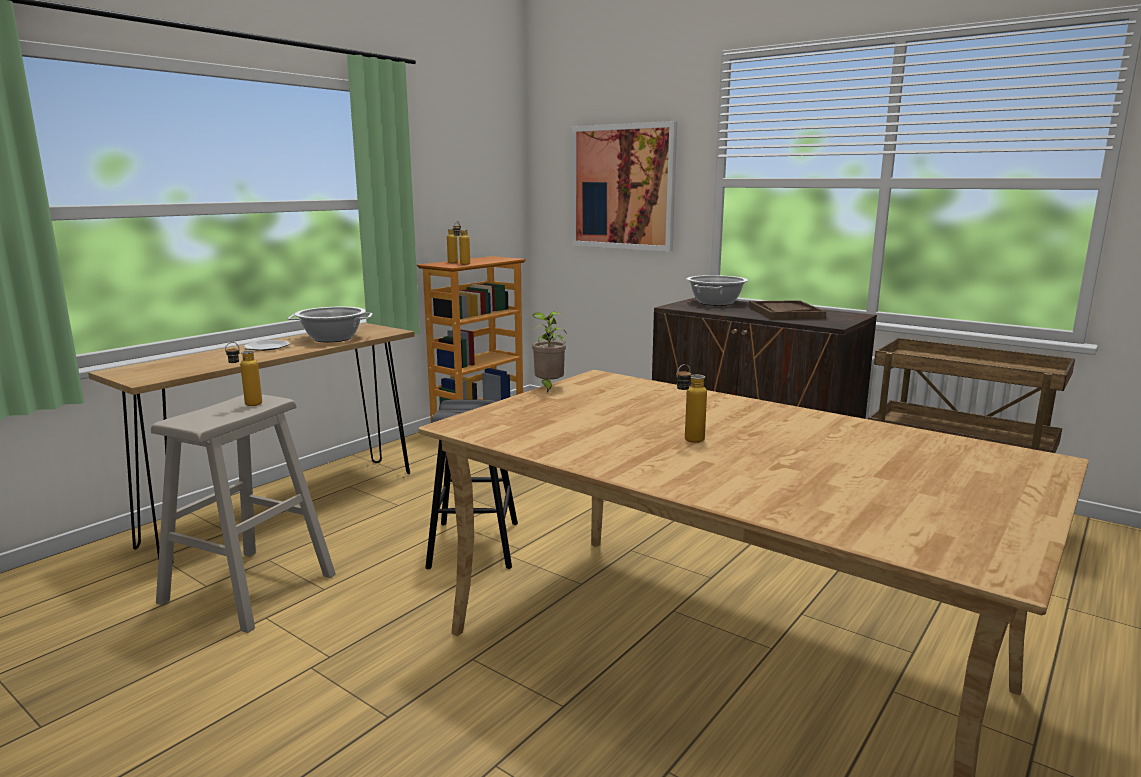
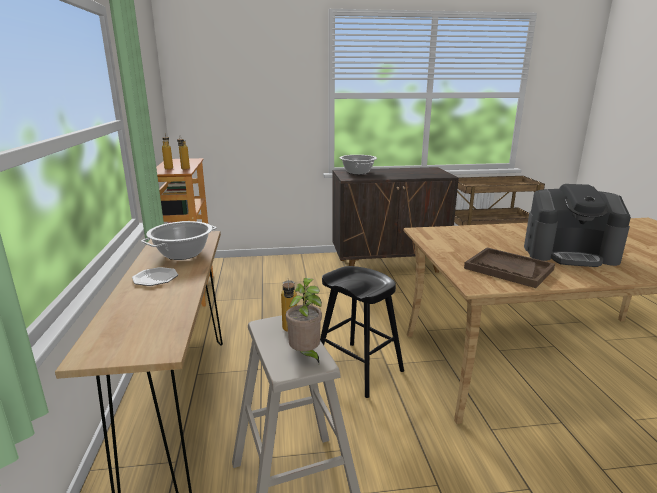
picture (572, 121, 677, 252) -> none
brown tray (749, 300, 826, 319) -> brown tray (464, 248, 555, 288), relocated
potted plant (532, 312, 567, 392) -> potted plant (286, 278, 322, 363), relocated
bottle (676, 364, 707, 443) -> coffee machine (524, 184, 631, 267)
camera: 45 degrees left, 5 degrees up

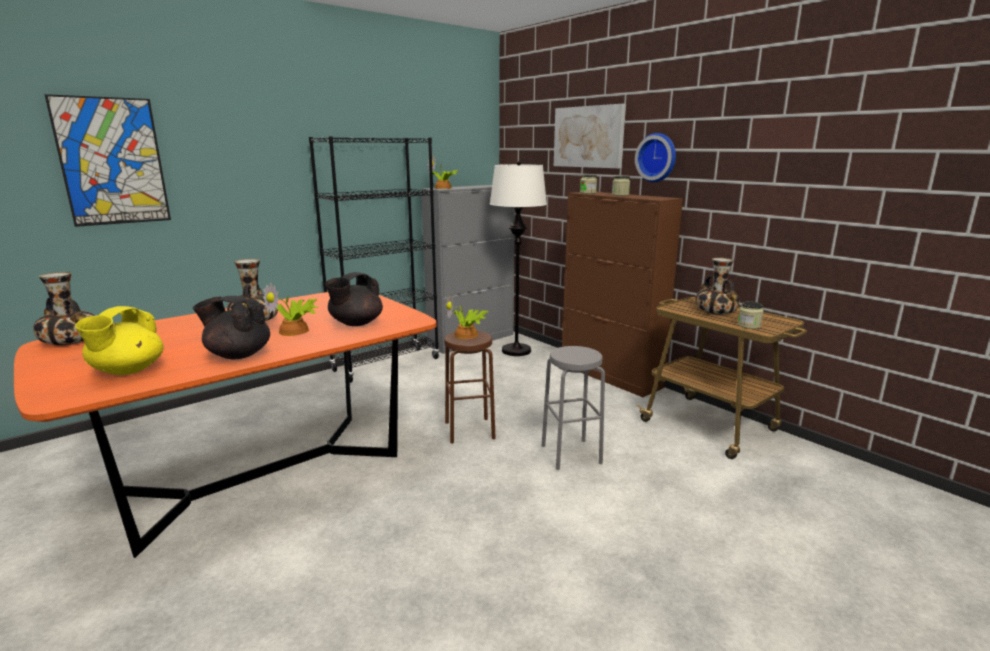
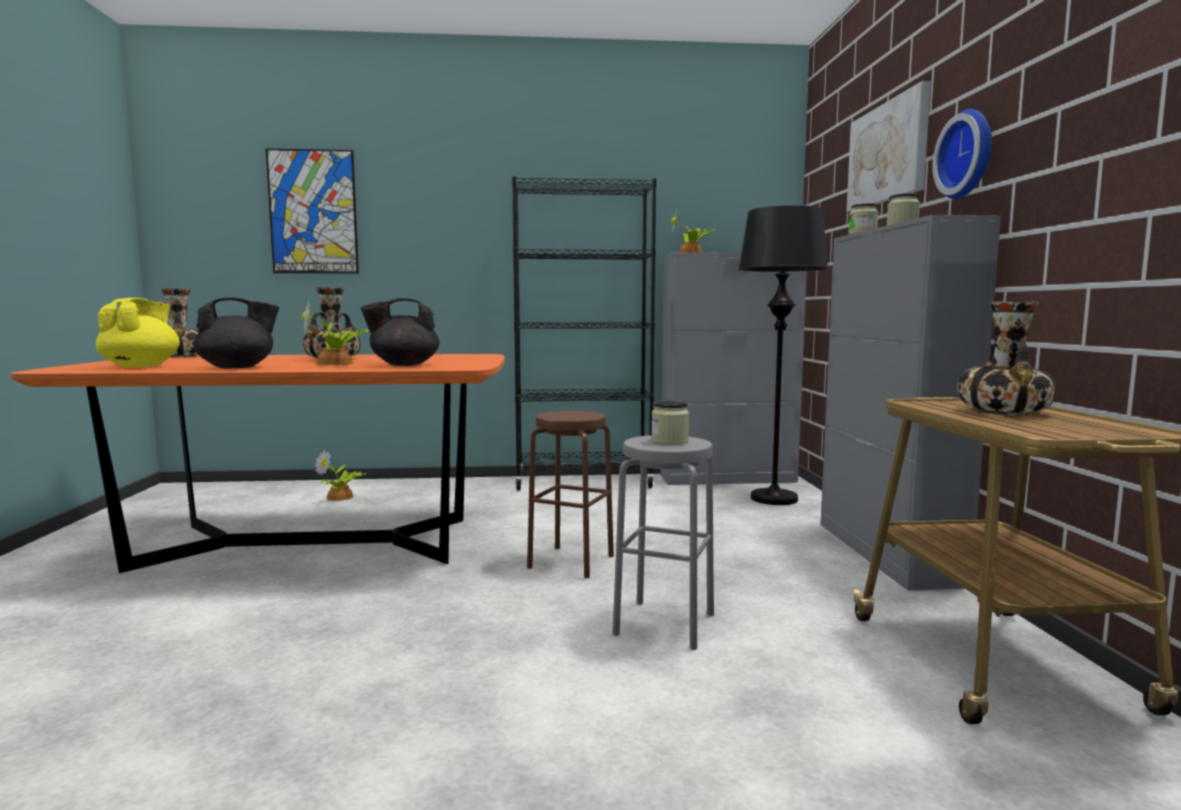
white floor lamp (490, 161, 547, 356) -> black floor lamp (739, 205, 828, 505)
brown cabinet (562, 192, 683, 397) -> grey cabinet (821, 215, 1001, 591)
potted plant (446, 295, 488, 339) -> potted plant (315, 450, 367, 501), relocated
black teapot (193, 296, 270, 359) -> black teapot (194, 297, 279, 368), 105 degrees clockwise
jar (738, 301, 764, 329) -> jar (651, 400, 689, 445), relocated
yellow teapot (75, 306, 164, 375) -> yellow teapot (96, 298, 180, 368), 135 degrees clockwise
camera: 35 degrees right, 10 degrees down

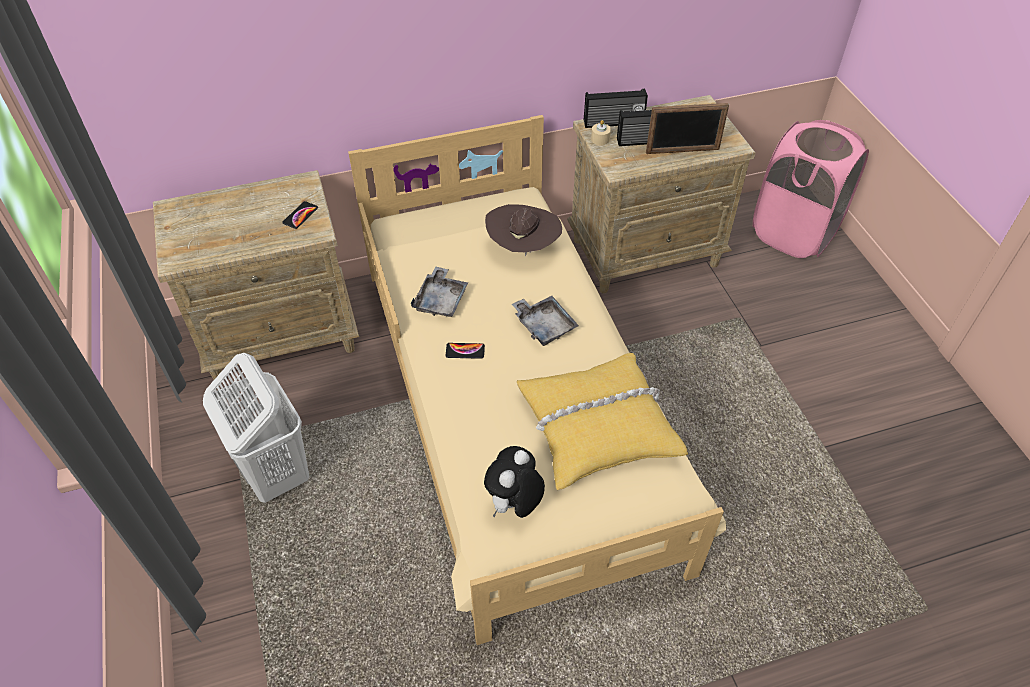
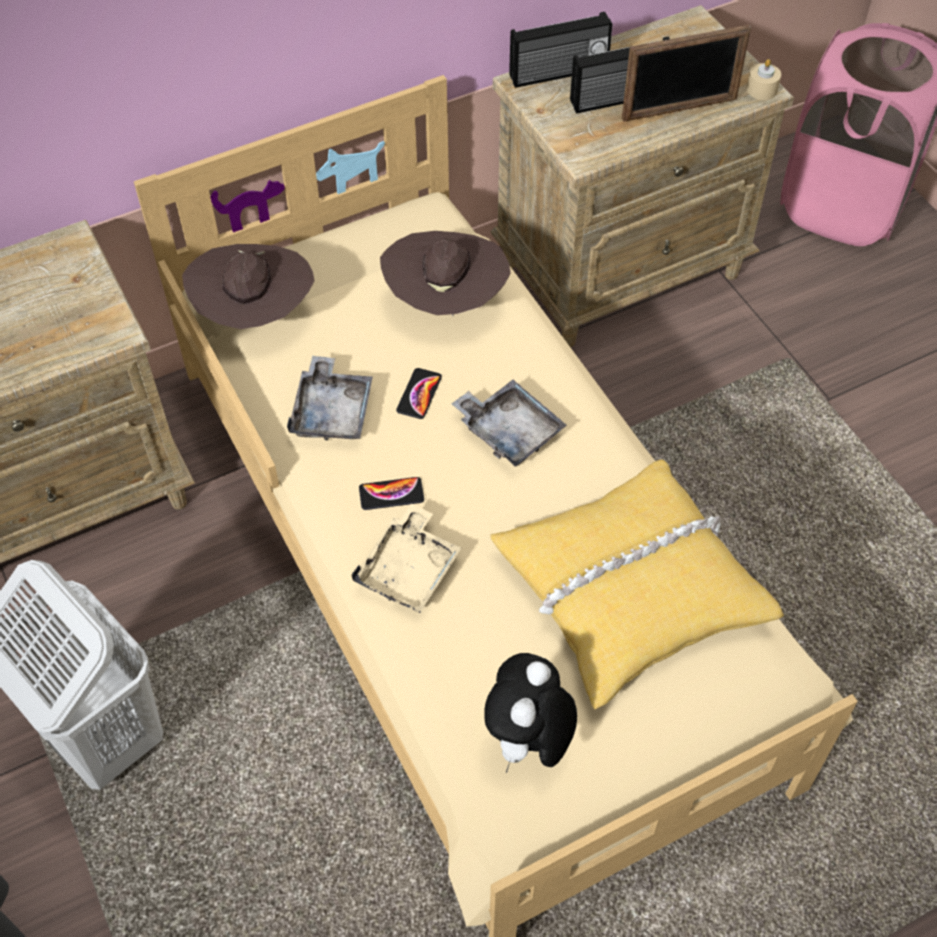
beige candle (591, 120, 611, 145) -> beige candle (747, 59, 781, 100), relocated
phone (282, 201, 318, 229) -> phone (396, 368, 442, 419), relocated
none -> brown hat (182, 244, 315, 329)
none -> beige tray (351, 503, 461, 613)
camera: 10 degrees left, 5 degrees up

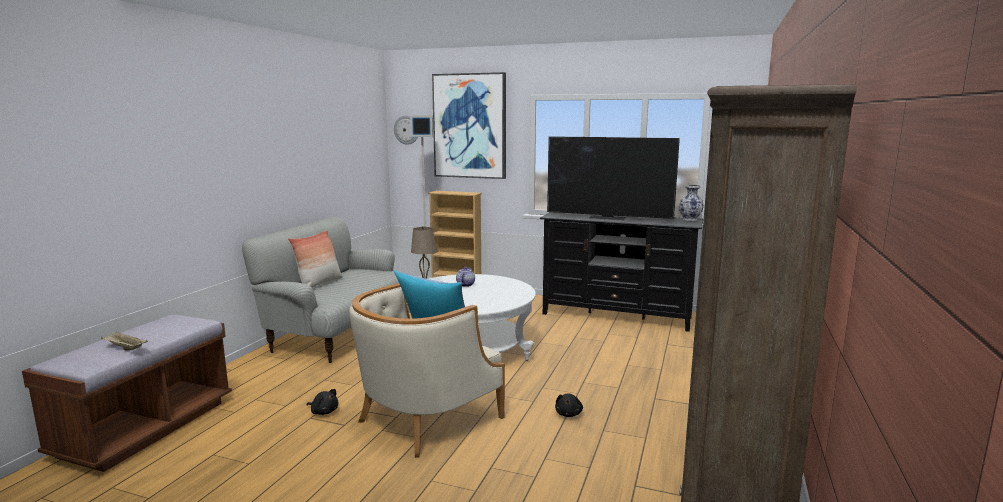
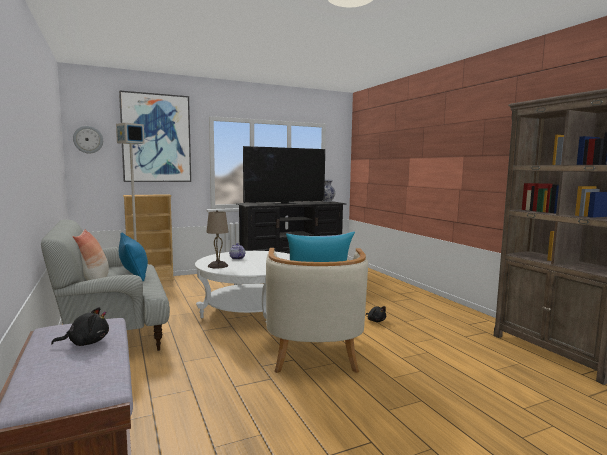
beige tray (101, 332, 148, 351) -> none
black plush toy (307, 389, 338, 415) -> black plush toy (51, 307, 109, 346), relocated
none -> blue pillow (119, 232, 148, 281)
camera: 45 degrees left, 5 degrees down

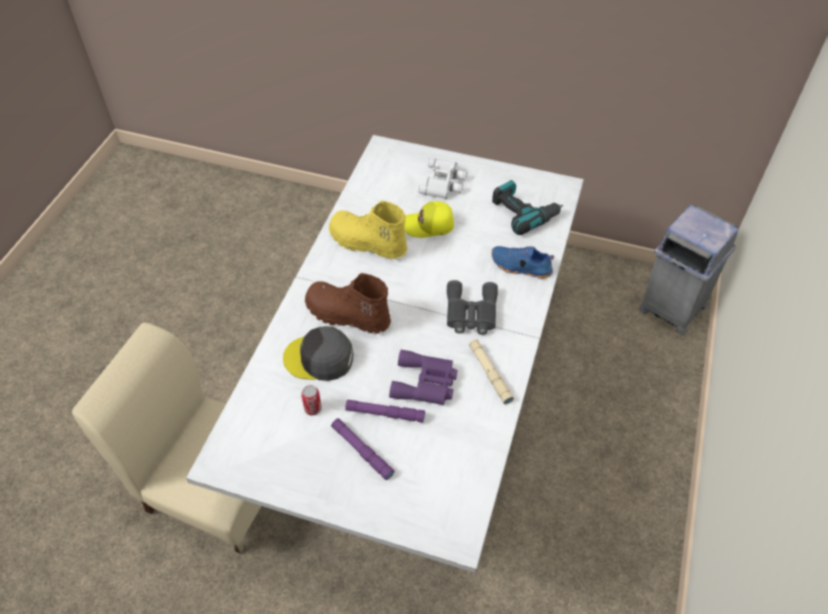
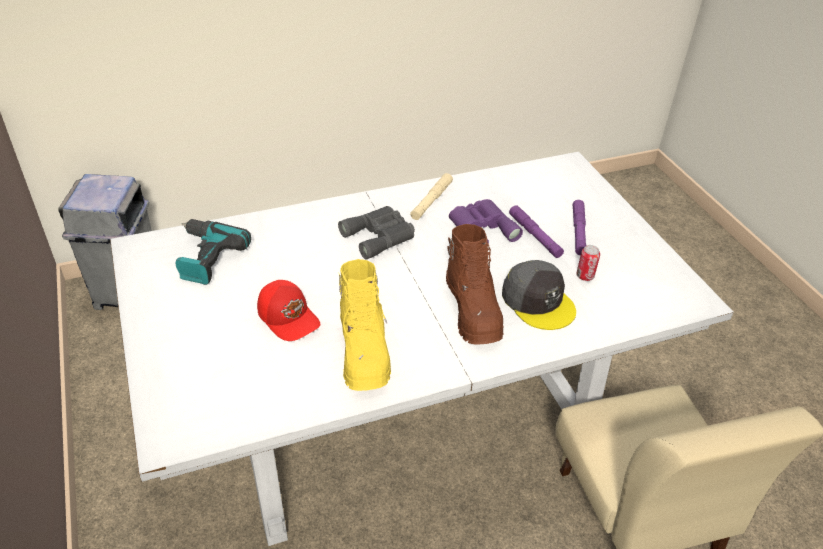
white binoculars (419, 159, 467, 199) -> none
yellow cap (404, 201, 454, 238) -> red cap (257, 280, 321, 341)
blue shoe (492, 246, 554, 279) -> none
camera: 130 degrees left, 10 degrees down

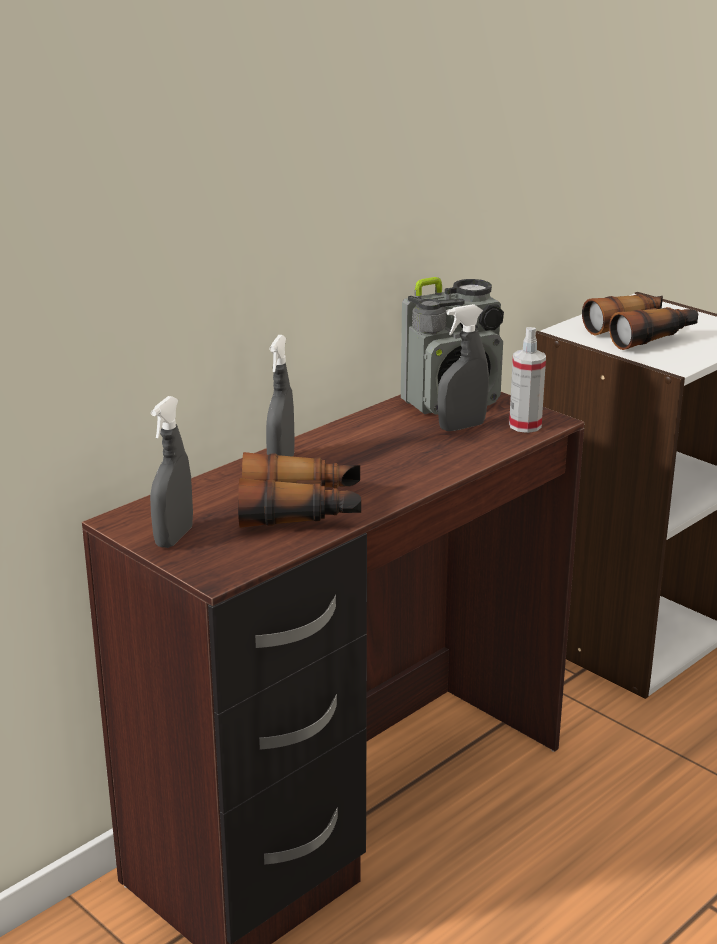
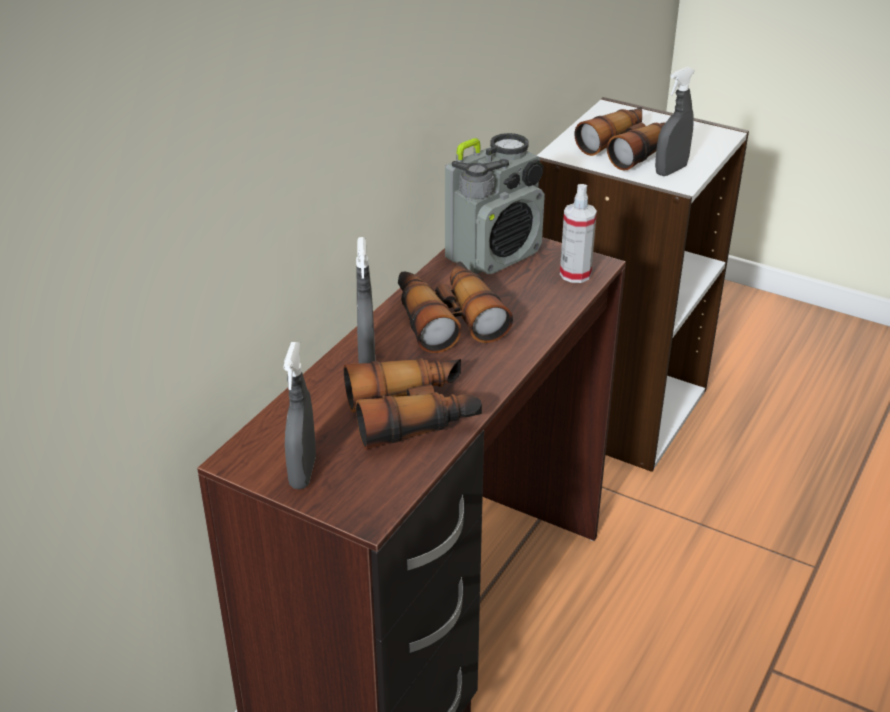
grey spray bottle (438, 304, 489, 431) -> grey spray bottle (655, 66, 695, 176), relocated
none -> binoculars (398, 261, 513, 353)
camera: 15 degrees left, 10 degrees up

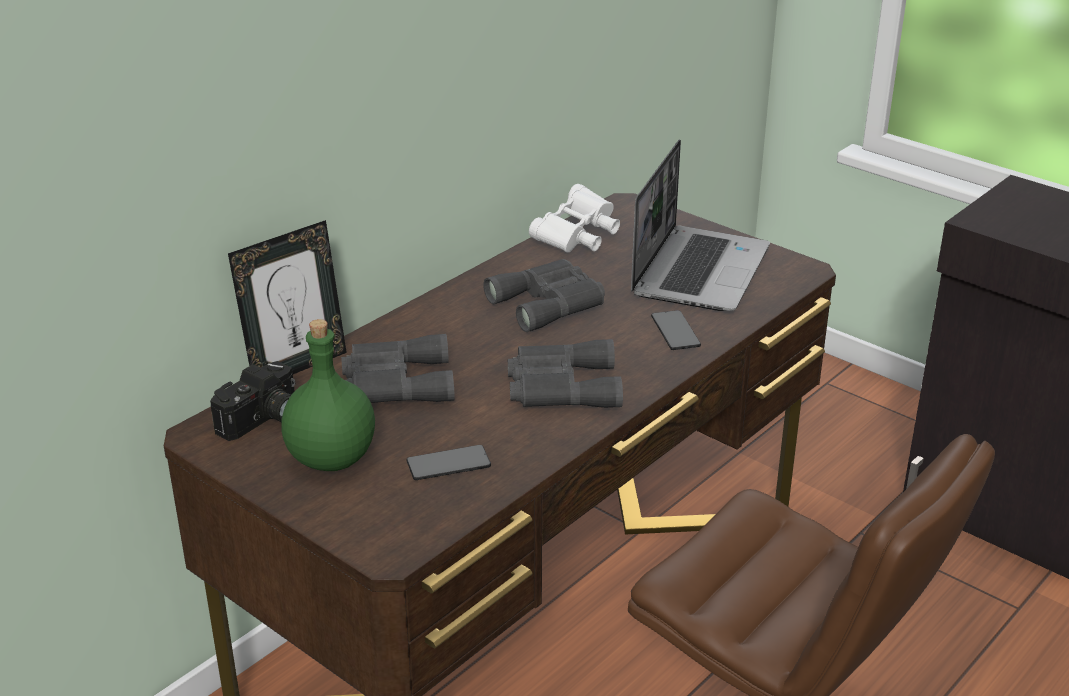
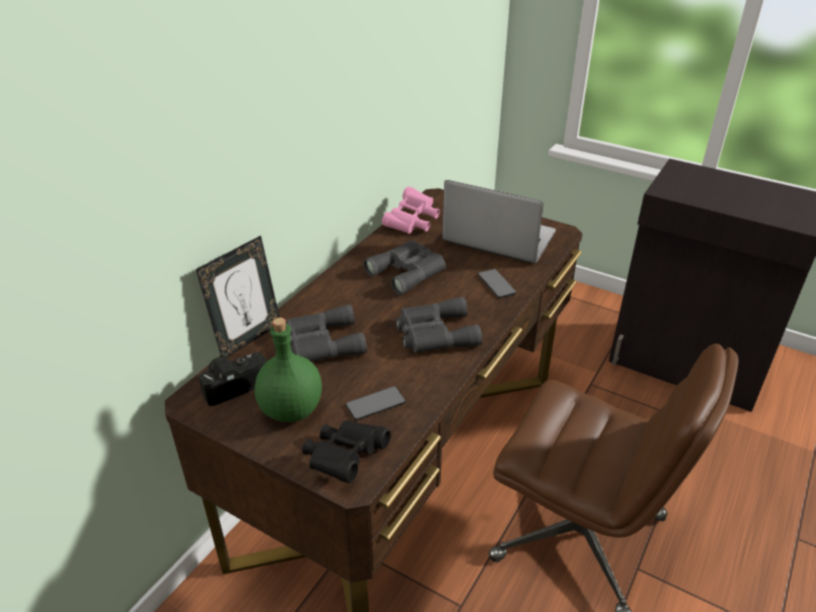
laptop (631, 140, 770, 311) -> laptop (442, 180, 556, 263), 75 degrees counterclockwise
white binoculars (529, 184, 620, 253) -> pink binoculars (382, 187, 440, 234)
photo camera (210, 361, 296, 441) -> photo camera (198, 352, 267, 406), 150 degrees counterclockwise
none -> black binoculars (302, 420, 391, 483)
camera: 10 degrees left, 5 degrees up

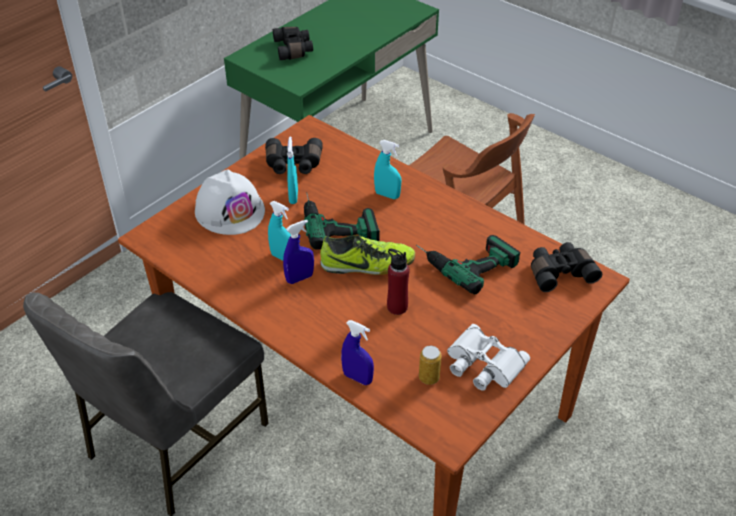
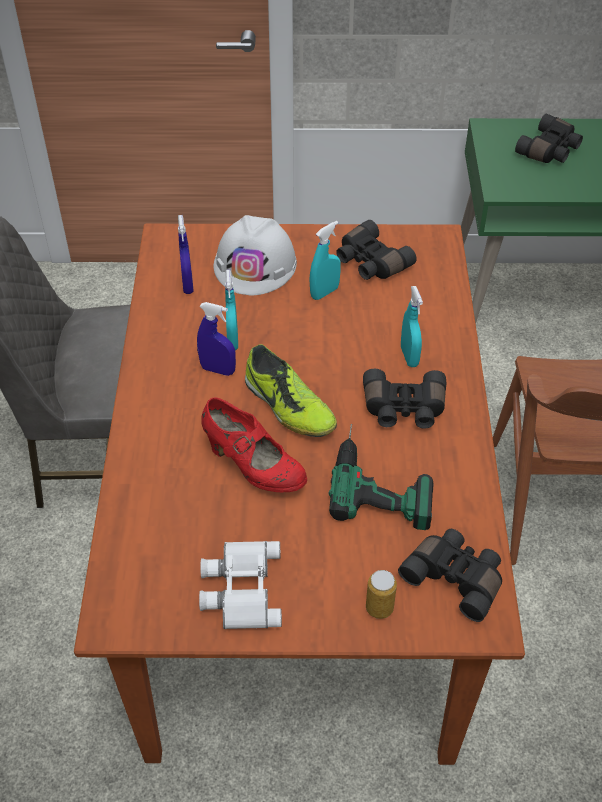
power drill (304, 192, 380, 250) -> none
red bottle (387, 249, 409, 315) -> red shoe (202, 398, 307, 493)
blue spray bottle (341, 320, 374, 385) -> blue spray bottle (178, 215, 194, 294), relocated
can (419, 346, 442, 385) -> can (366, 570, 397, 619), relocated
none -> black binoculars (363, 369, 446, 429)
camera: 50 degrees right, 5 degrees up

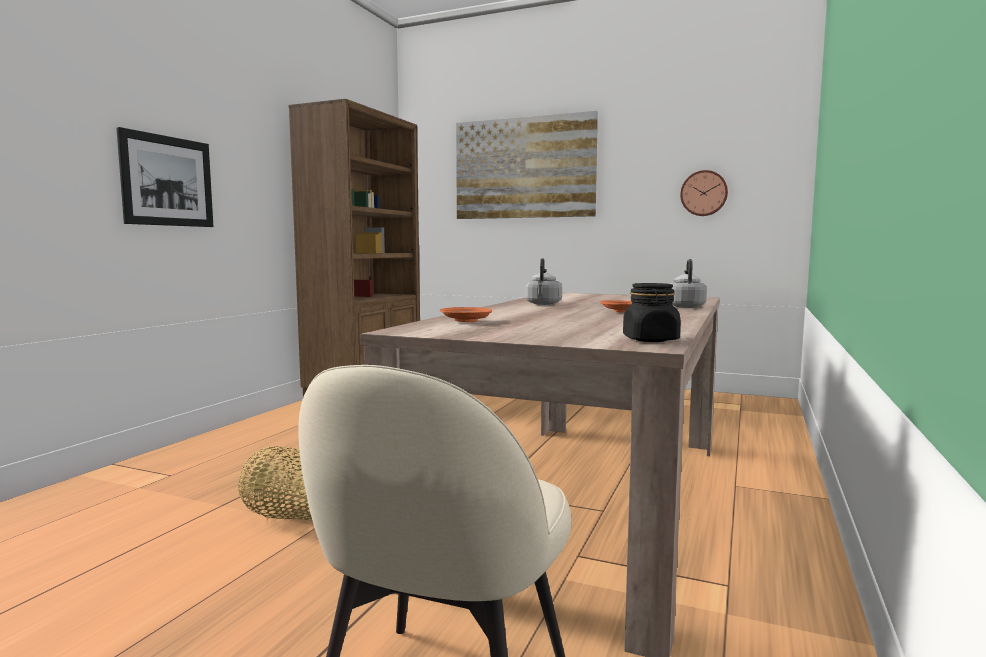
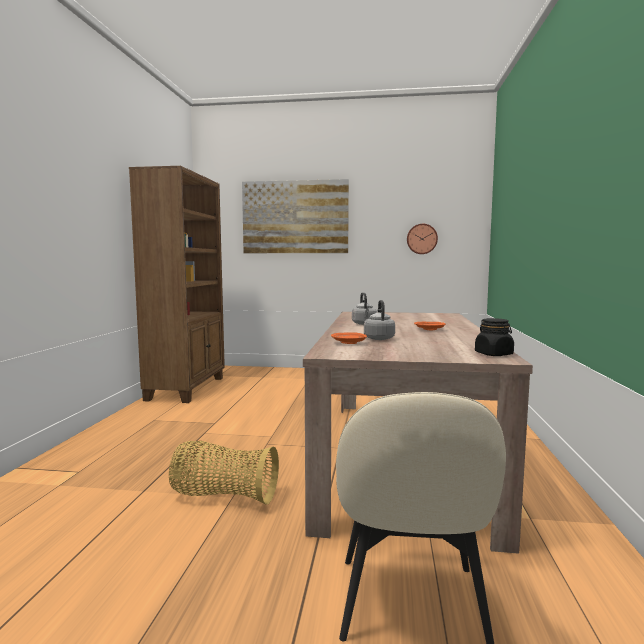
picture (116, 127, 214, 227) -> none
grey kettle (670, 259, 707, 308) -> grey kettle (364, 300, 395, 340), relocated
camera: 15 degrees left, 0 degrees up

